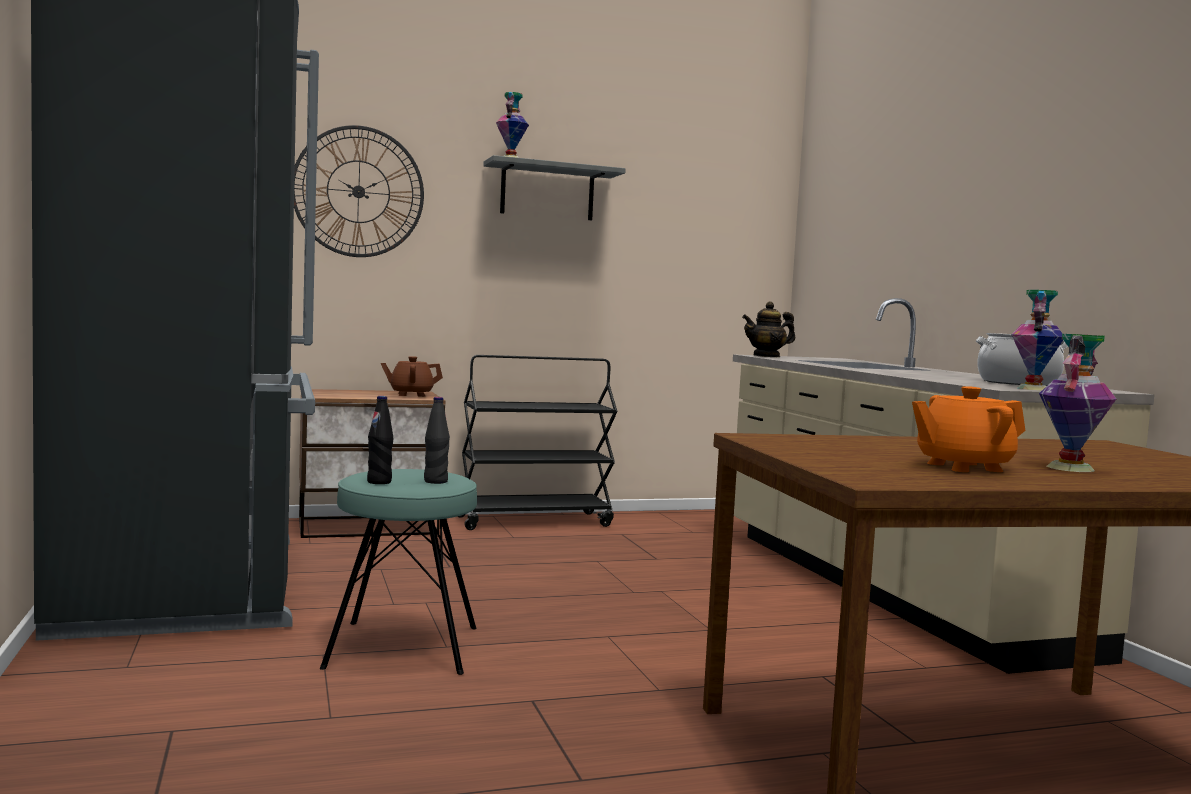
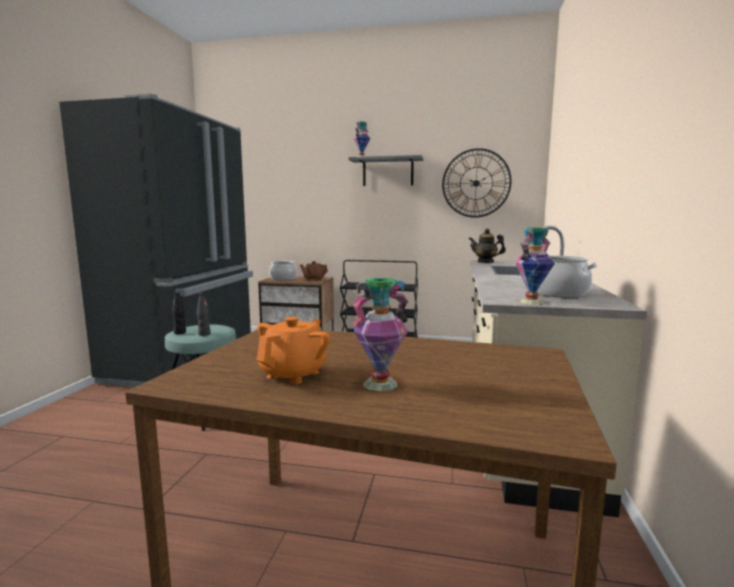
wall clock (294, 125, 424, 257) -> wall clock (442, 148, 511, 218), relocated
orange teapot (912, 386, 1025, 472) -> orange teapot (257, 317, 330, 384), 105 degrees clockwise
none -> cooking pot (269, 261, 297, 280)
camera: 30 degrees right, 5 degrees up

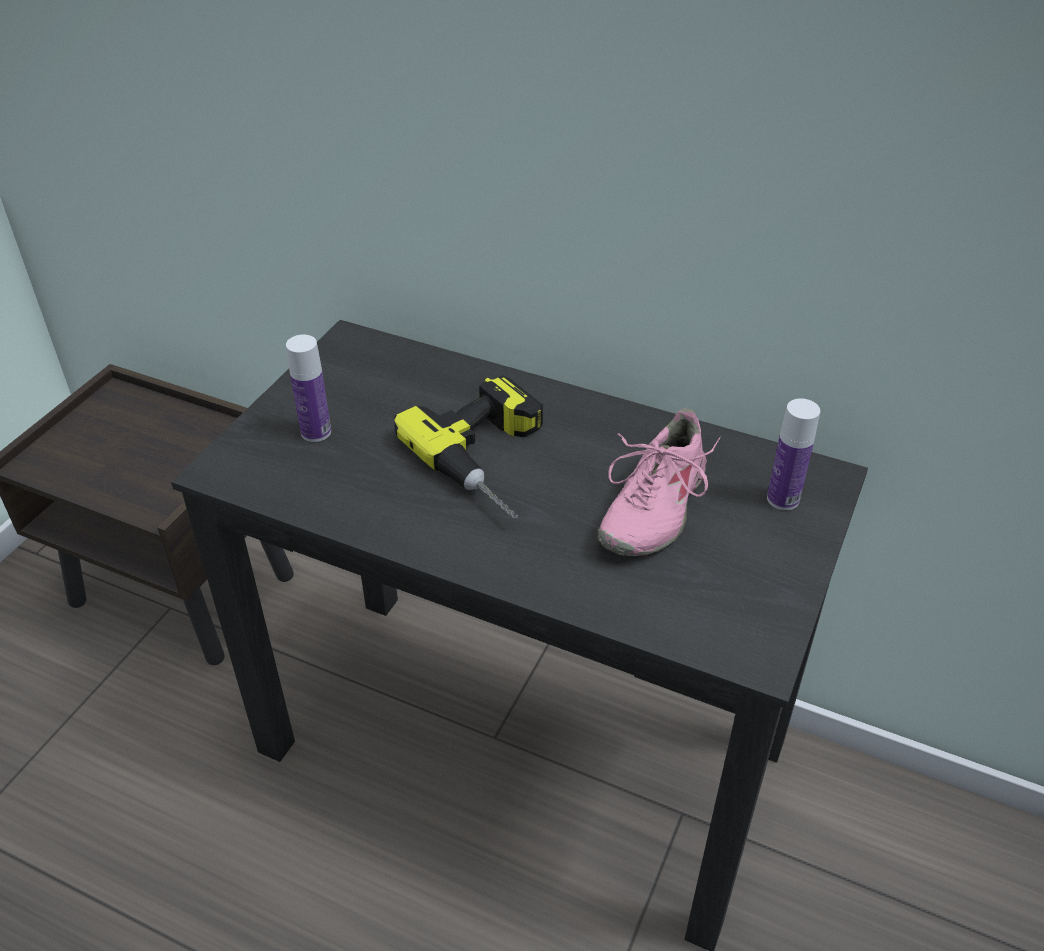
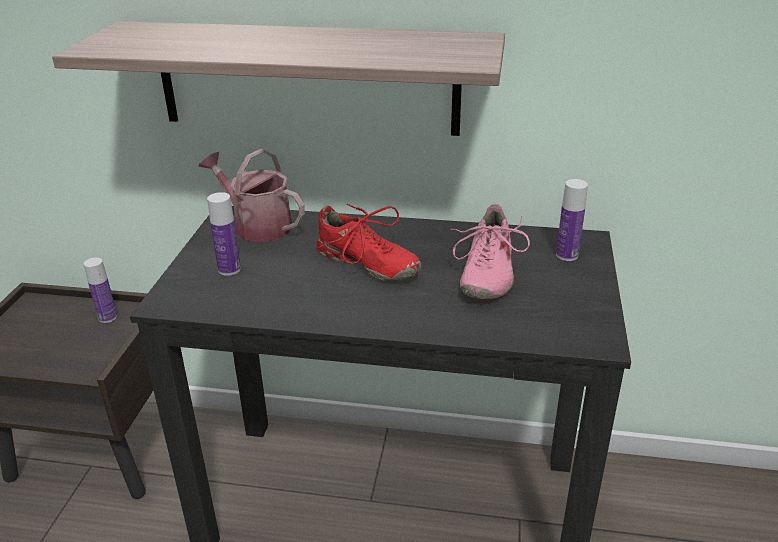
power drill (394, 375, 543, 519) -> red shoe (316, 204, 421, 281)
none -> shelf (52, 21, 505, 136)
none -> watering can (199, 149, 305, 242)
none -> bottle (84, 258, 117, 323)
camera: 15 degrees left, 10 degrees down

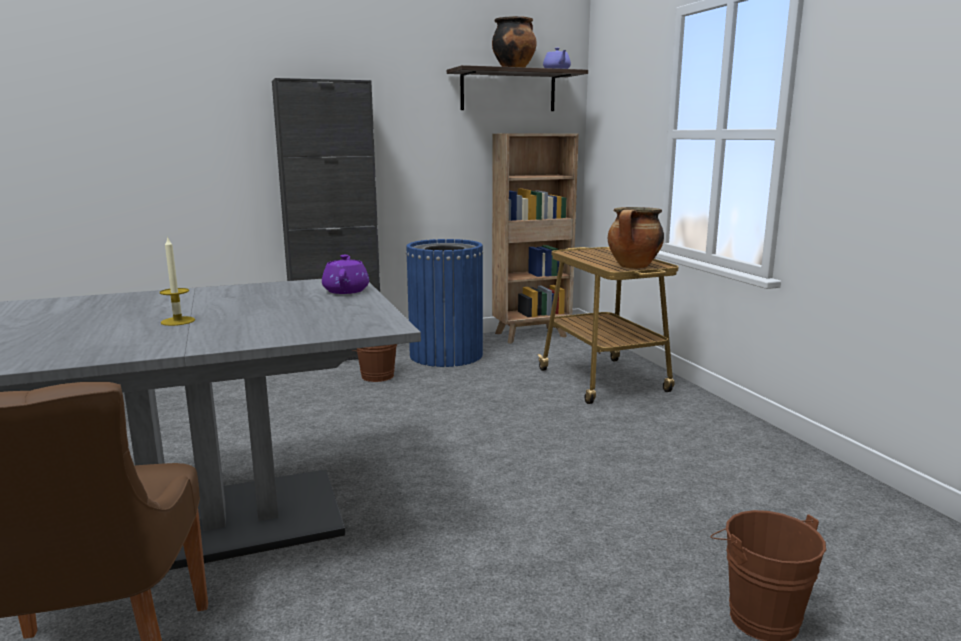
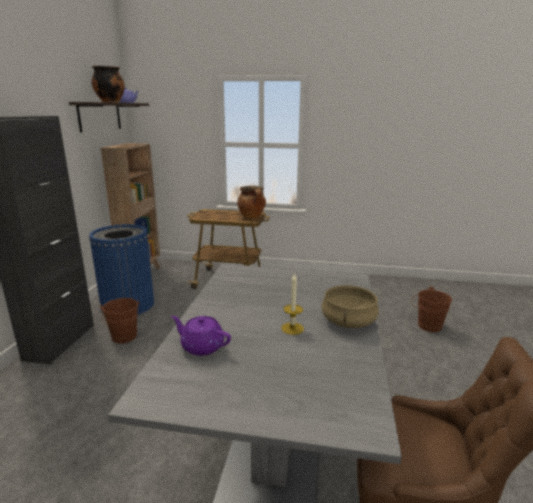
purple teapot (322, 255, 369, 294) -> purple teapot (171, 316, 231, 356), relocated
none -> beige cooking pot (322, 285, 379, 328)
camera: 60 degrees left, 5 degrees up

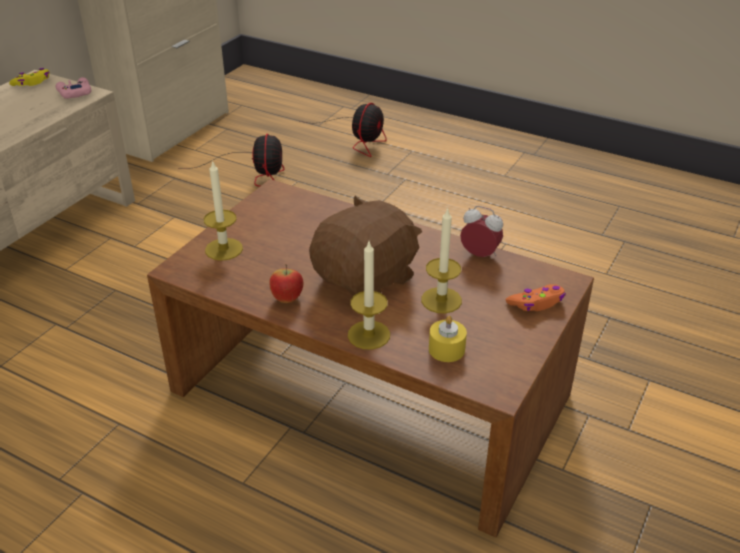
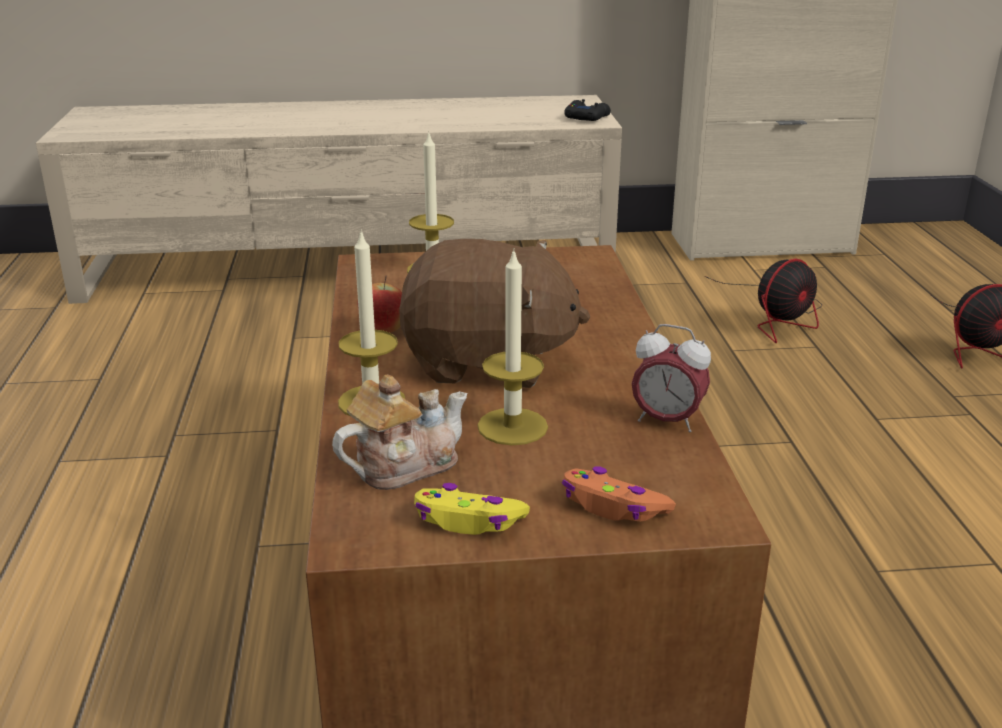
yellow game controller (9, 68, 50, 86) -> yellow game controller (414, 483, 530, 535), relocated
pink game controller (56, 77, 91, 99) -> black game controller (564, 99, 611, 121)
alarm clock (460, 206, 503, 257) -> alarm clock (632, 324, 711, 432), 120 degrees clockwise
yellow candle (429, 316, 467, 362) -> teapot (332, 375, 467, 490)
camera: 55 degrees right, 10 degrees down

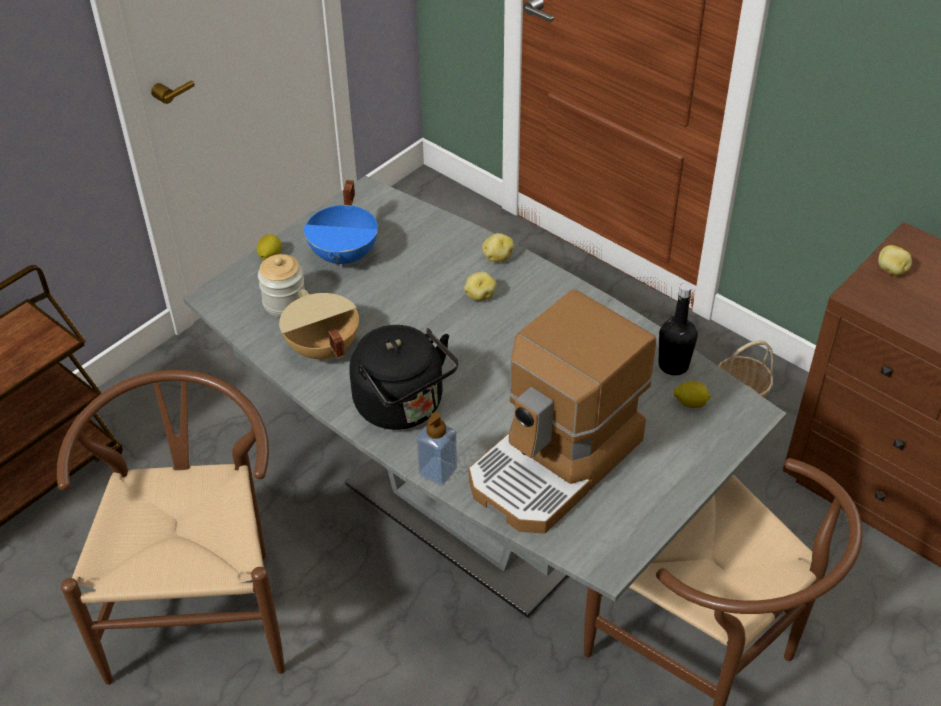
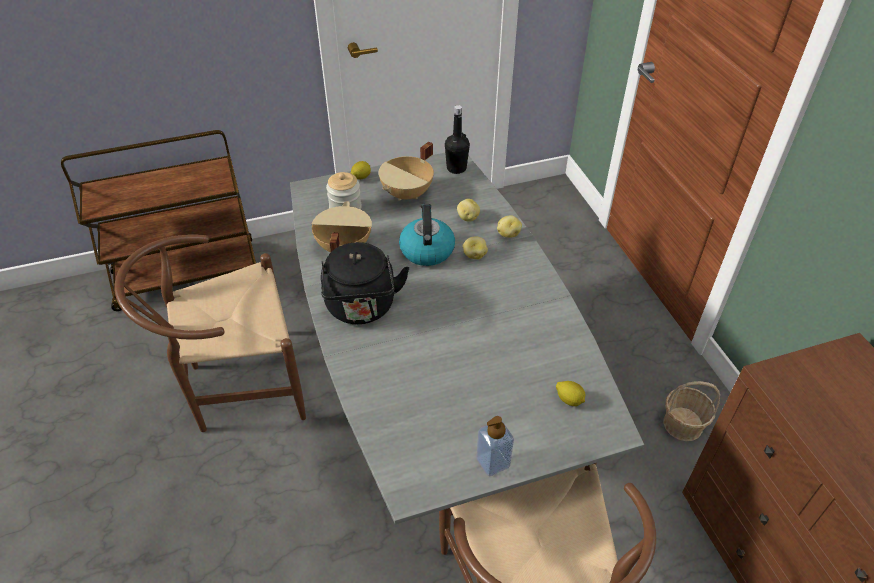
blue cooking pot (304, 180, 378, 267) -> beige cooking pot (379, 142, 434, 201)
potato (878, 245, 912, 275) -> potato (457, 199, 480, 222), relocated
black bottle (659, 283, 698, 375) -> black bottle (445, 105, 470, 174), relocated
coffee machine (469, 290, 656, 534) -> none
brown chair (57, 370, 285, 685) -> brown chair (114, 235, 306, 432), 135 degrees counterclockwise
soap dispenser (417, 412, 457, 485) -> soap dispenser (476, 416, 514, 476), relocated
none -> kettle (399, 204, 455, 266)
camera: 30 degrees right, 0 degrees up

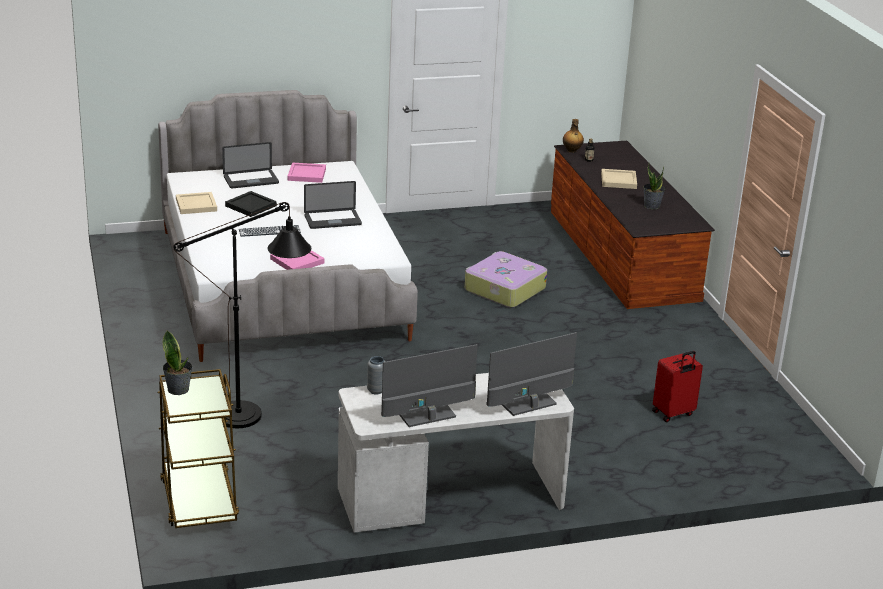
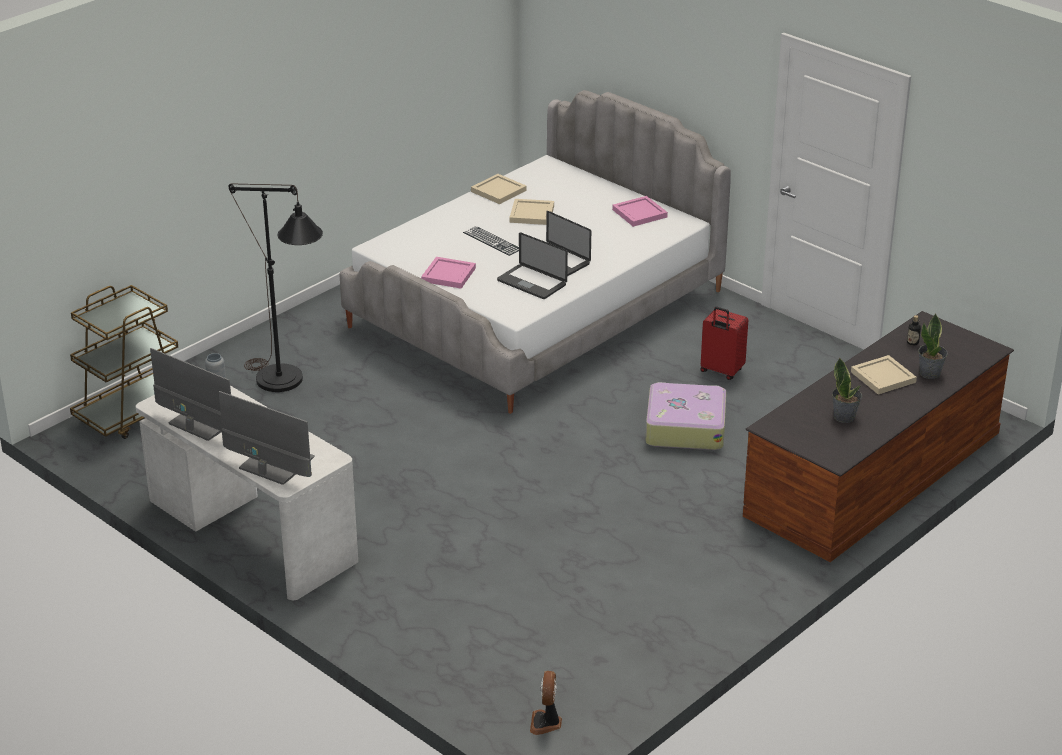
bottle (563, 119, 584, 153) -> none
laptop (222, 142, 279, 189) -> laptop (497, 232, 568, 299), relocated
black tray (225, 191, 277, 217) -> beige tray (509, 199, 554, 225)
potted plant (163, 330, 193, 395) -> potted plant (919, 314, 947, 379), relocated
red suitcase (652, 351, 703, 422) -> red suitcase (700, 307, 748, 380), relocated
none -> fan (530, 671, 562, 735)
camera: 60 degrees right, 5 degrees up

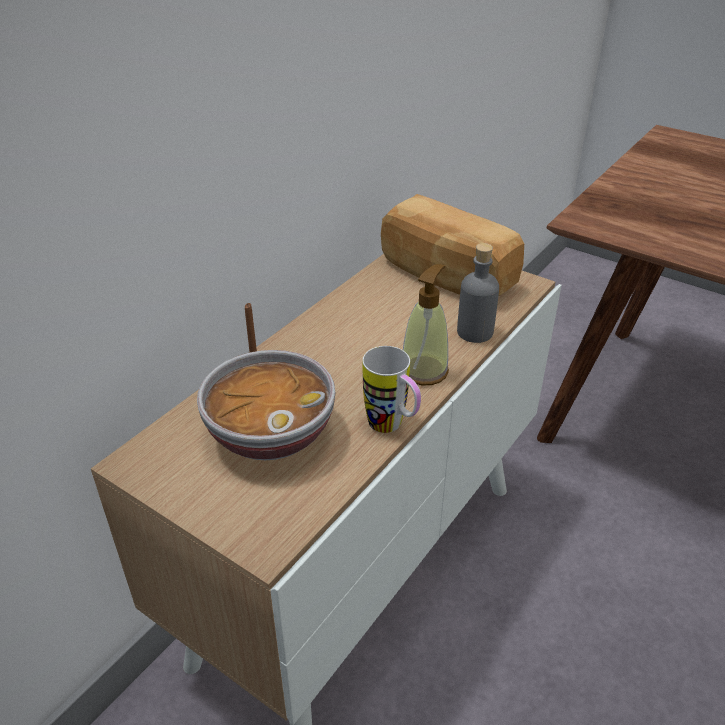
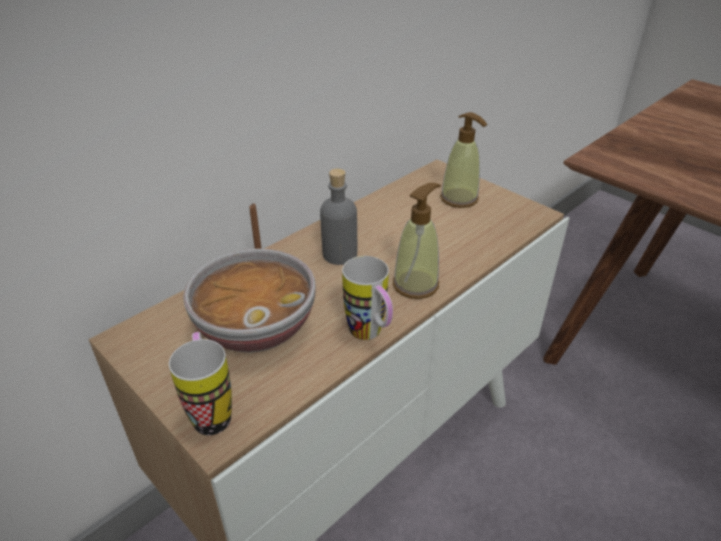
bread (381, 194, 524, 296) -> soap dispenser (440, 112, 487, 208)
grey bottle (457, 243, 499, 343) -> grey bottle (320, 168, 357, 265), relocated
none -> mug (169, 332, 232, 435)
camera: 10 degrees right, 0 degrees up

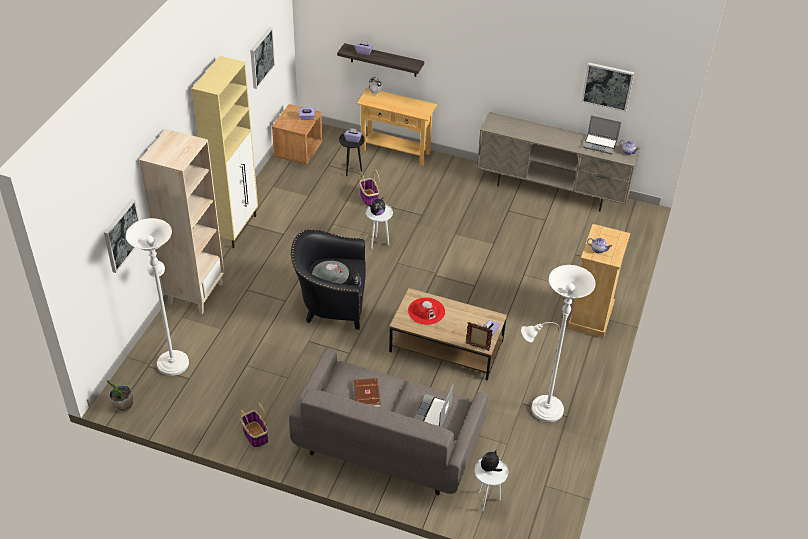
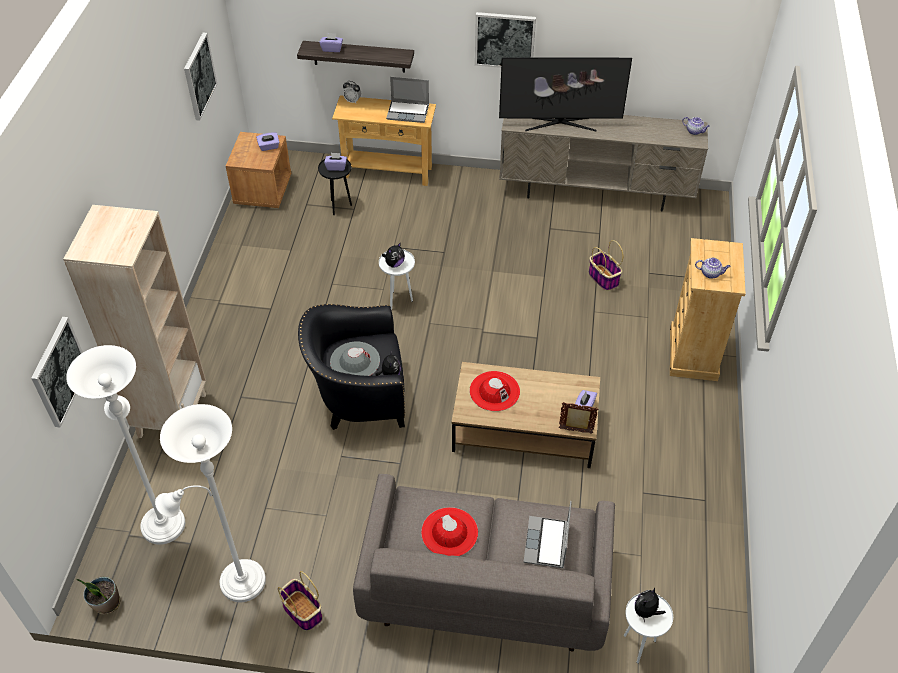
beige cabinet (192, 56, 258, 248) -> none
picture (582, 63, 634, 112) -> picture (475, 12, 536, 68), relocated
laptop (583, 115, 621, 154) -> laptop (386, 77, 429, 123), relocated
basket (359, 169, 380, 206) -> basket (588, 240, 623, 291), relocated
white floor lamp (521, 265, 596, 422) -> white floor lamp (155, 404, 266, 602), relocated
brown book (354, 378, 381, 407) -> red hat (421, 507, 478, 556)
none -> television (499, 57, 632, 131)
camera: 10 degrees left, 5 degrees up

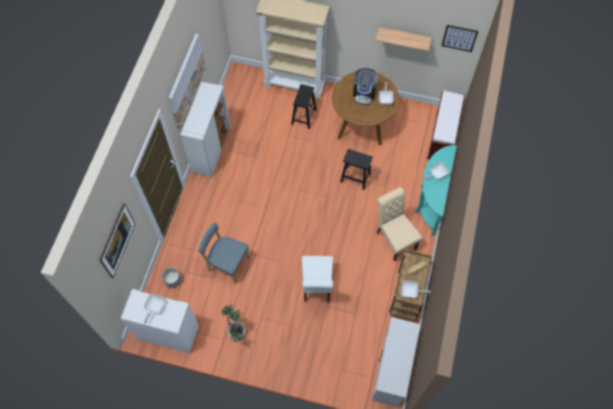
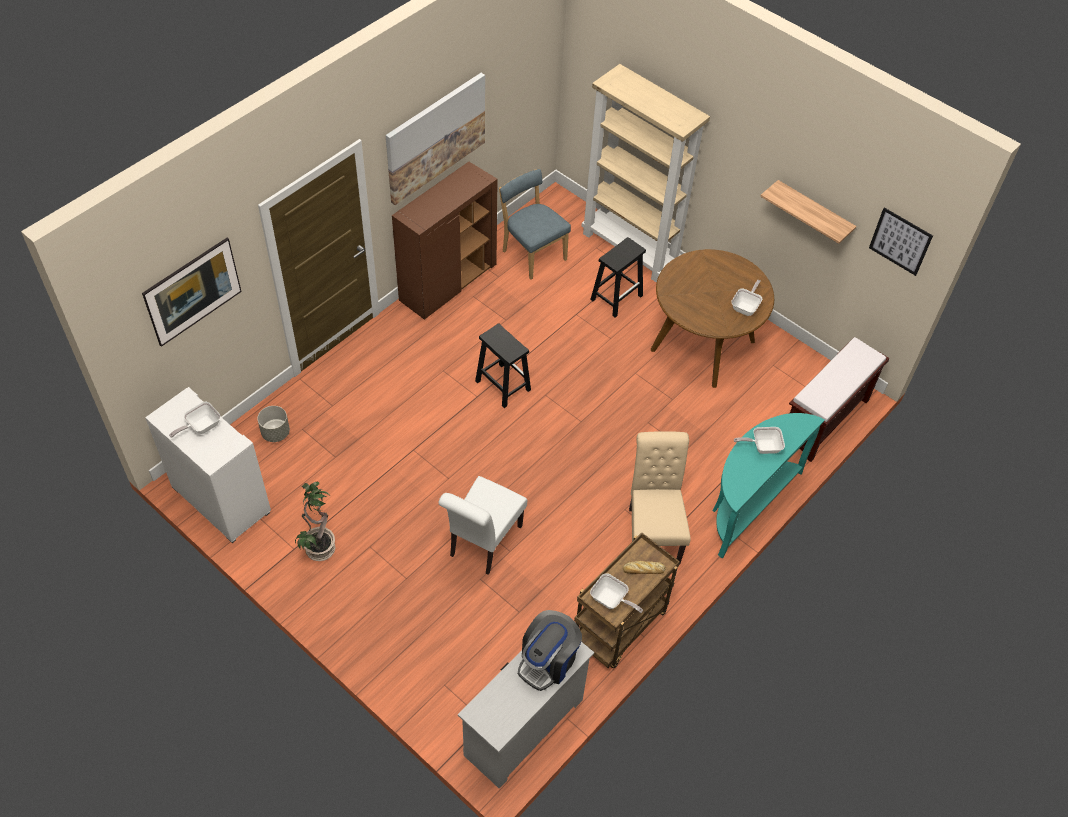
coffee machine (353, 68, 379, 105) -> coffee machine (518, 610, 582, 691), relocated
white cabinet (180, 82, 231, 177) -> brown cabinet (392, 162, 498, 320)
black stool (340, 149, 373, 190) -> black stool (475, 323, 531, 408), relocated
blue chair (197, 222, 250, 284) -> blue chair (499, 169, 571, 280), relocated
camera: 25 degrees right, 10 degrees down

